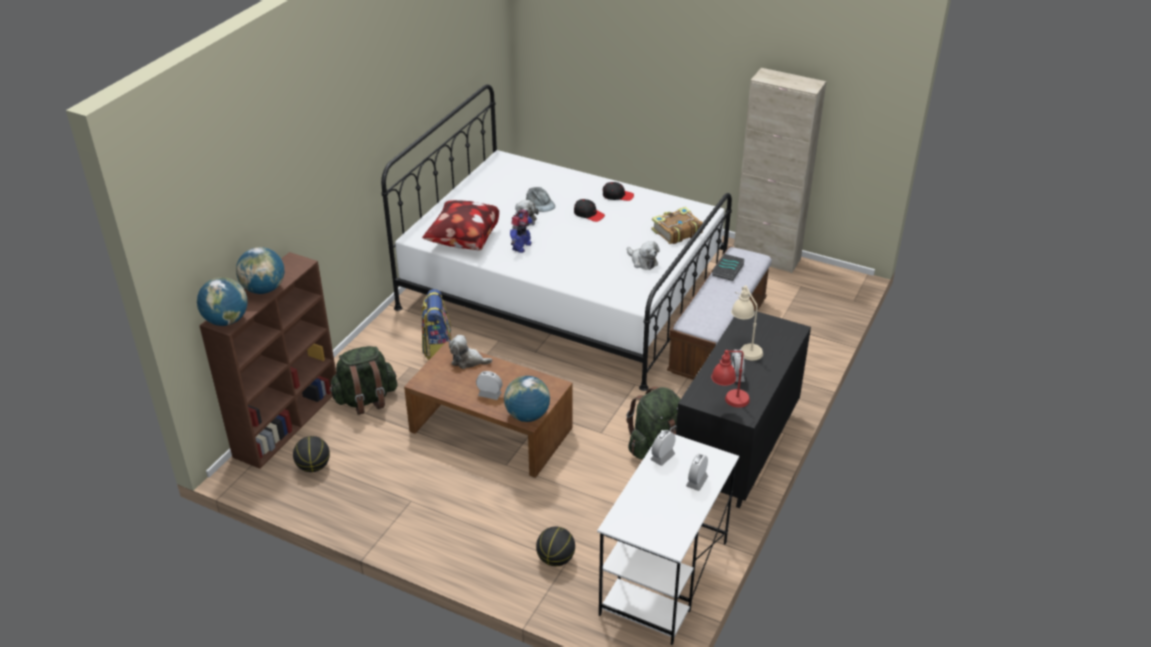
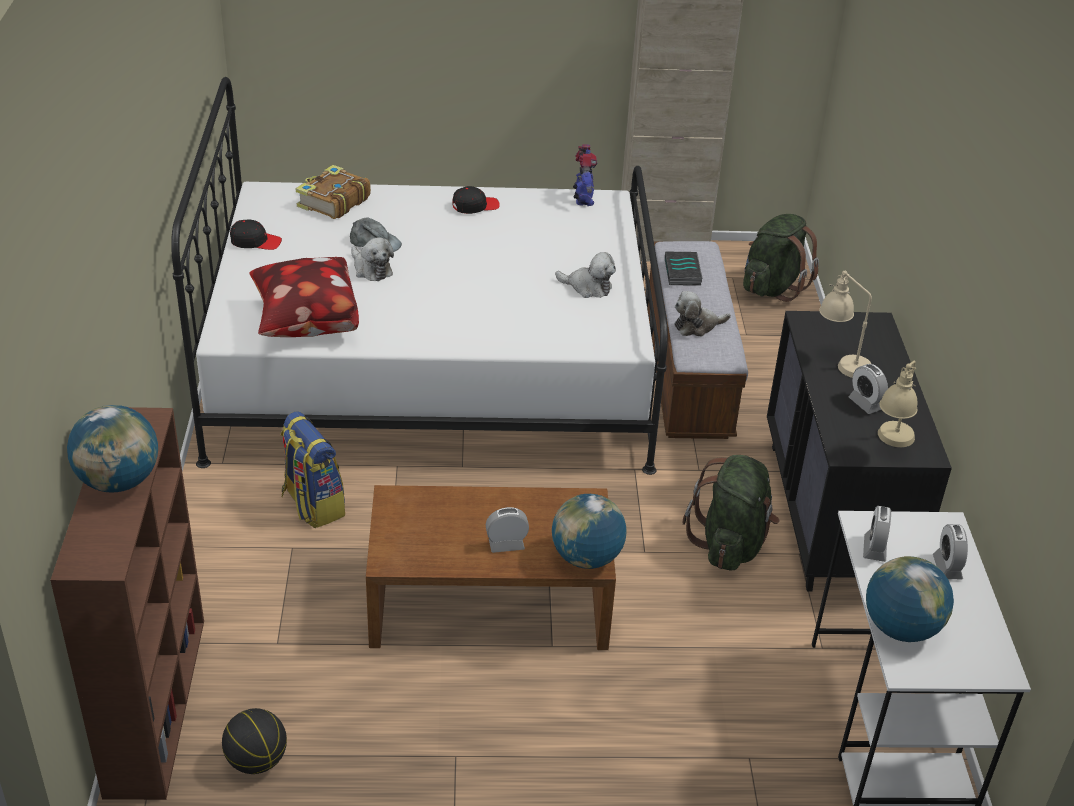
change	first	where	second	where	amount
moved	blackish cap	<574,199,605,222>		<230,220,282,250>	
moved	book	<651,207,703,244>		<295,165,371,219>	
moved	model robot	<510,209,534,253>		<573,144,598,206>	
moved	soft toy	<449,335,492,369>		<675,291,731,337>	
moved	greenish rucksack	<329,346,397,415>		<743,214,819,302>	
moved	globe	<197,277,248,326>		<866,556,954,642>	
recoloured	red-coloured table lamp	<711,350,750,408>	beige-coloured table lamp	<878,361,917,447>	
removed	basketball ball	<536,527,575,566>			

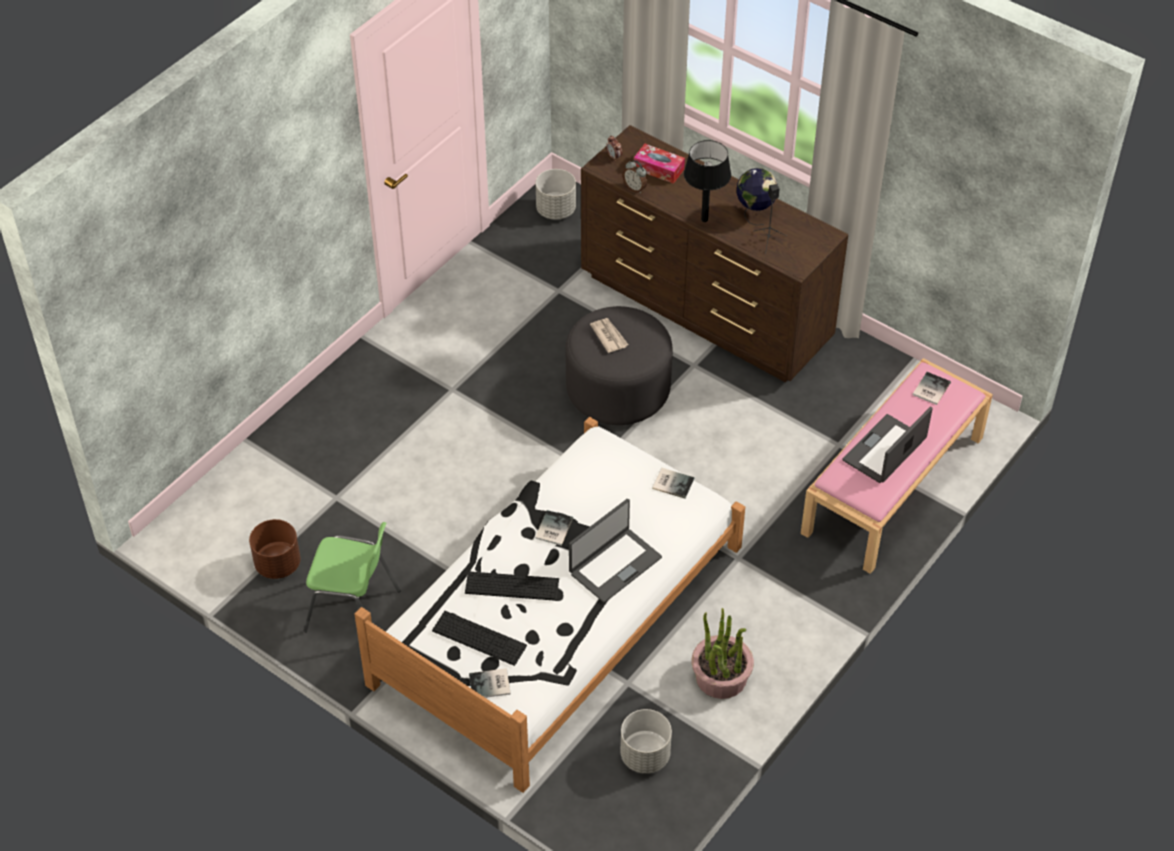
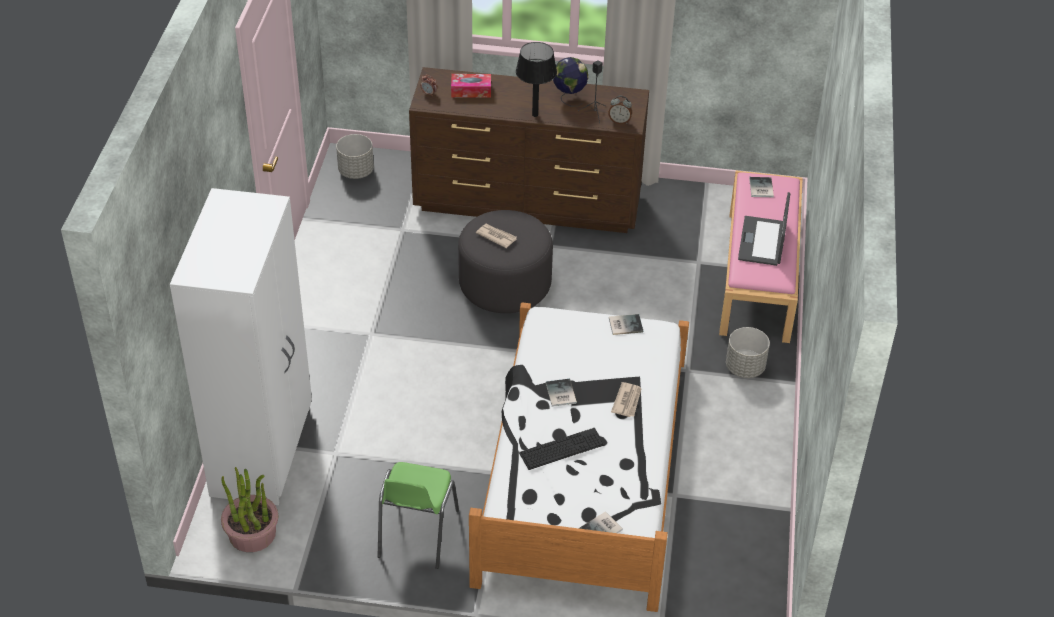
change	first	where	second	where	amount
added			whitish clothes cupboard	<170,188,312,506>	
moved	plant in a pot	<691,608,754,699>		<221,467,278,552>	
turned	greenish plain chair	<304,522,401,633>		<378,462,459,569>	120 degrees clockwise
moved	table clock	<623,160,647,193>		<608,96,632,124>	
replaced	laptop	<569,499,662,603>	daily paper	<611,382,642,417>	
moved	greyish flower pot	<621,709,672,774>		<726,327,770,378>	
removed	brownish flower pot	<249,519,301,579>			
removed	keyboard	<432,611,527,666>			

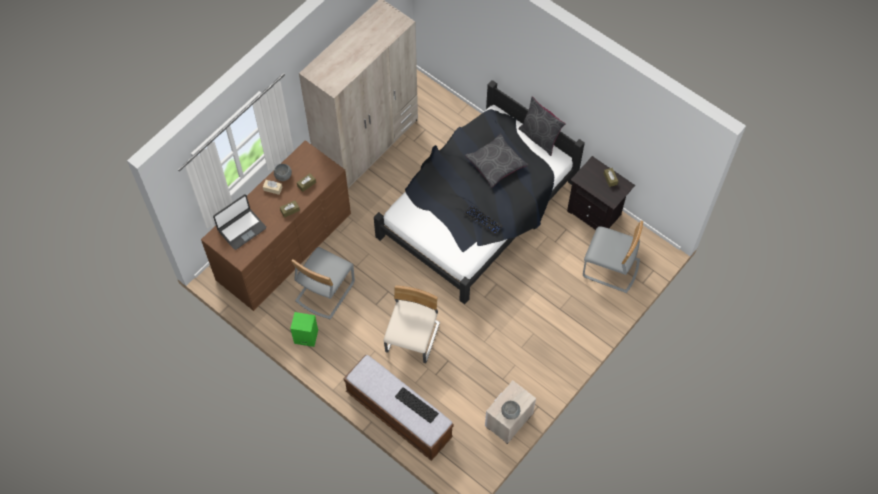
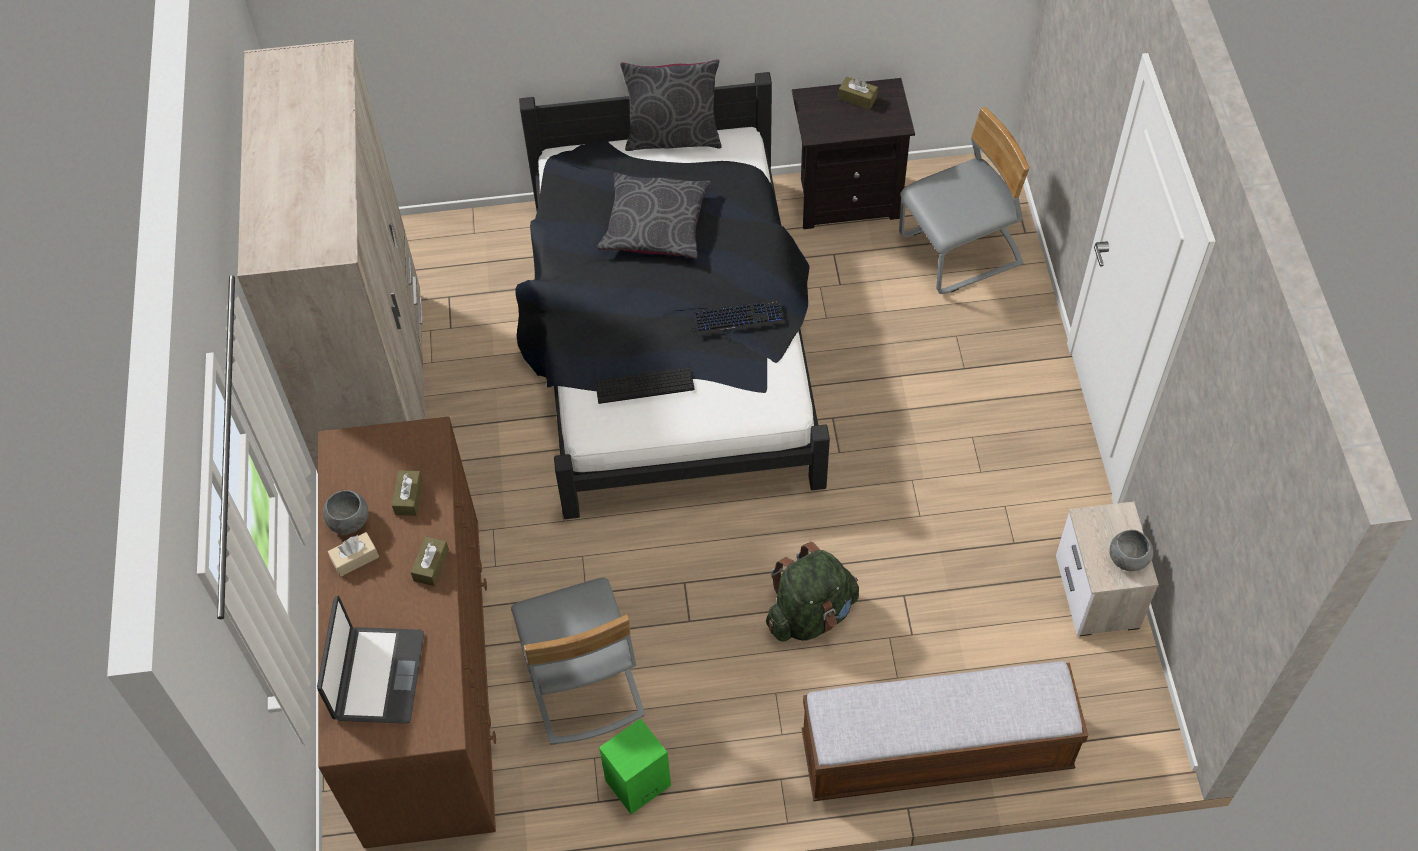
change	first	where	second	where	amount
moved	keyboard	<395,387,439,424>		<595,367,695,404>	
replaced	beige-coloured plain chair	<384,285,440,363>	greenish rucksack	<766,542,859,642>	

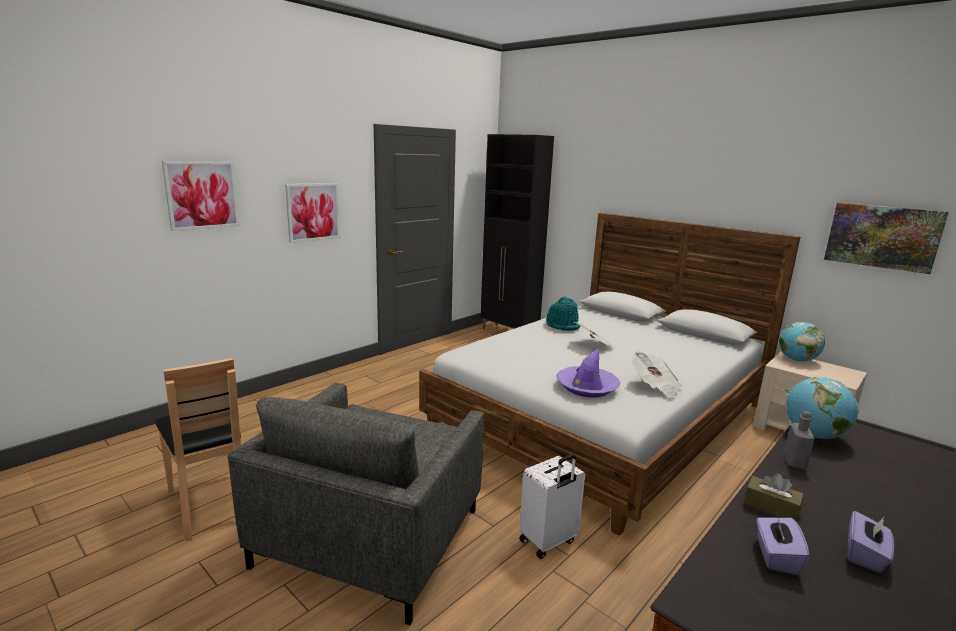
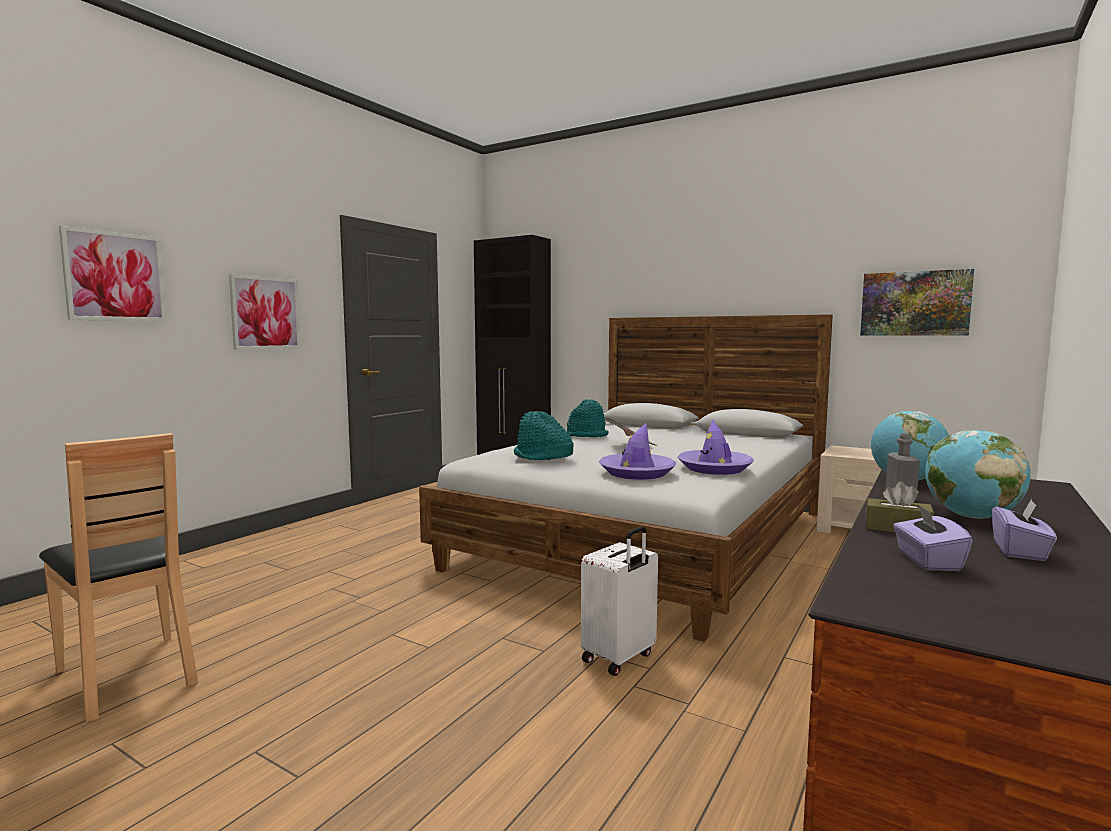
change	first	where	second	where	amount
added			turquoise-coloured wearable hat	<514,411,573,461>	
replaced	daily paper	<632,351,682,398>	purple-coloured wearable hat	<678,419,754,475>	
moved	globe	<779,322,825,362>		<925,430,1030,519>	
removed	greyish lounge chair	<227,383,484,625>			

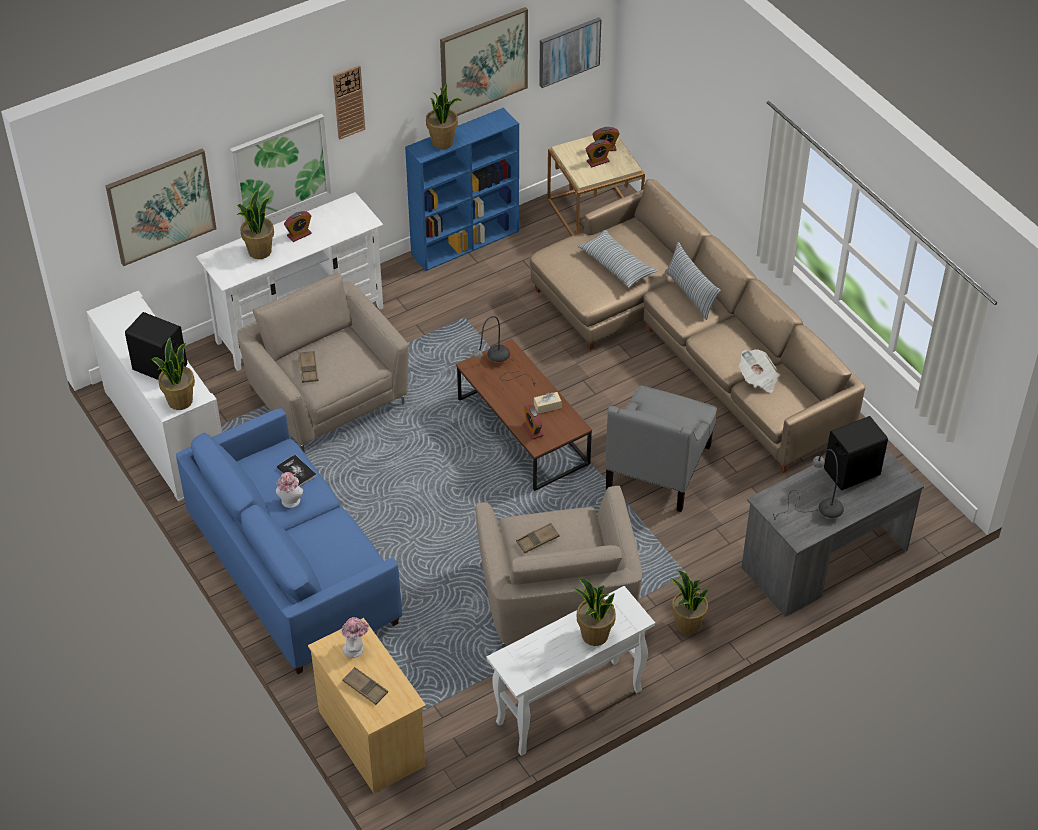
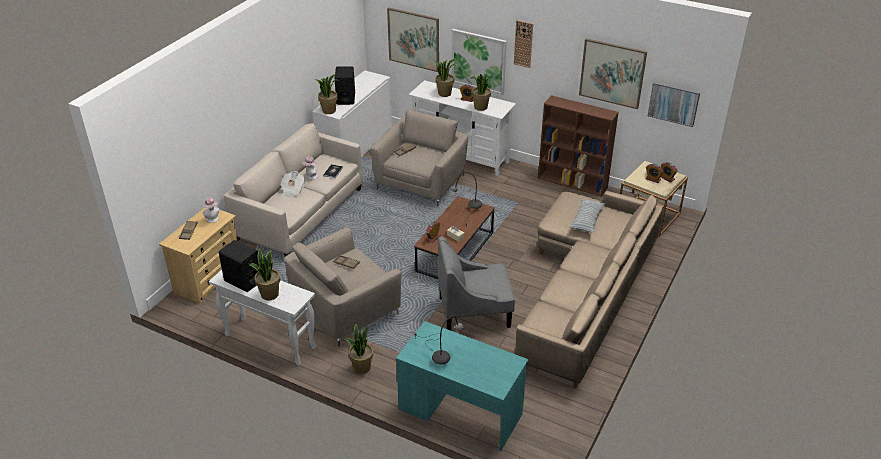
change	first	where	second	where	amount
moved	blackish audio speaker	<824,416,888,490>		<219,240,259,292>	
recoloured	bluish settee	<176,408,402,675>	beige-coloured settee	<224,123,363,257>	
moved	daily paper	<739,349,779,393>		<280,171,305,198>	
recoloured	greyish desk table	<741,449,924,617>	turquoise-coloured desk table	<396,321,529,452>	
moved	plant in a pot	<426,84,462,149>		<470,73,492,111>	
recoloured	bluish bookshelf	<405,108,519,271>	brownish bookshelf	<538,95,619,197>	
removed	throw pillow	<665,242,721,320>			

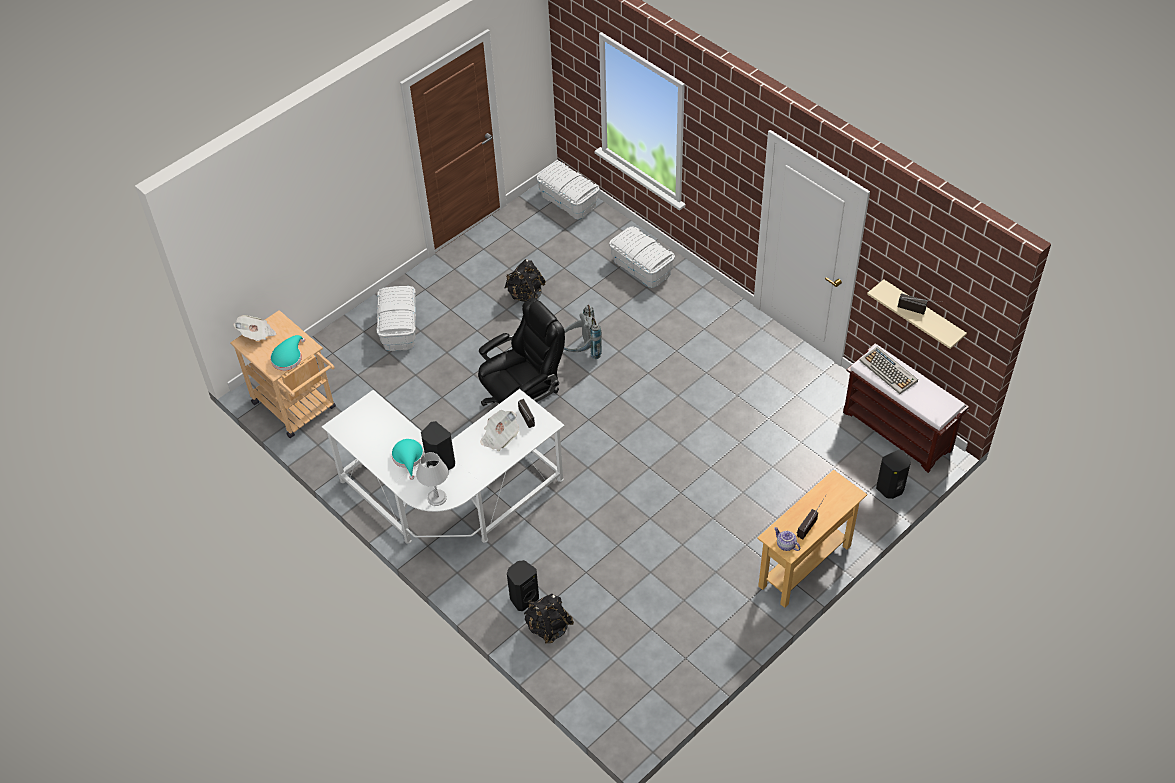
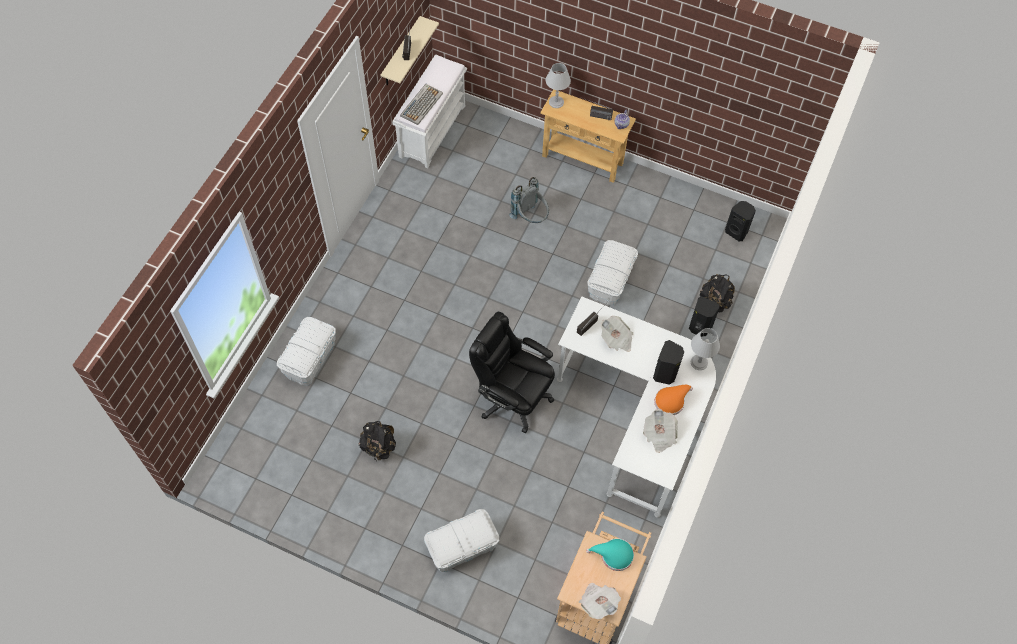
change	first	where	second	where	amount
recoloured	brownish long seat	<843,343,969,473>	whitish long seat	<392,54,467,168>	
moved	greyish rucksack	<564,305,602,359>		<509,177,549,223>	
added			greyish table lamp	<546,63,571,108>	
moved	whitish storage bin	<536,162,600,220>		<587,240,638,305>	
added			daily paper	<643,409,678,453>	
recoloured	turquoise-coloured wearable hat	<391,439,424,480>	orange wearable hat	<654,385,693,415>	
moved	blackish audio speaker	<876,449,911,499>		<725,201,756,242>	

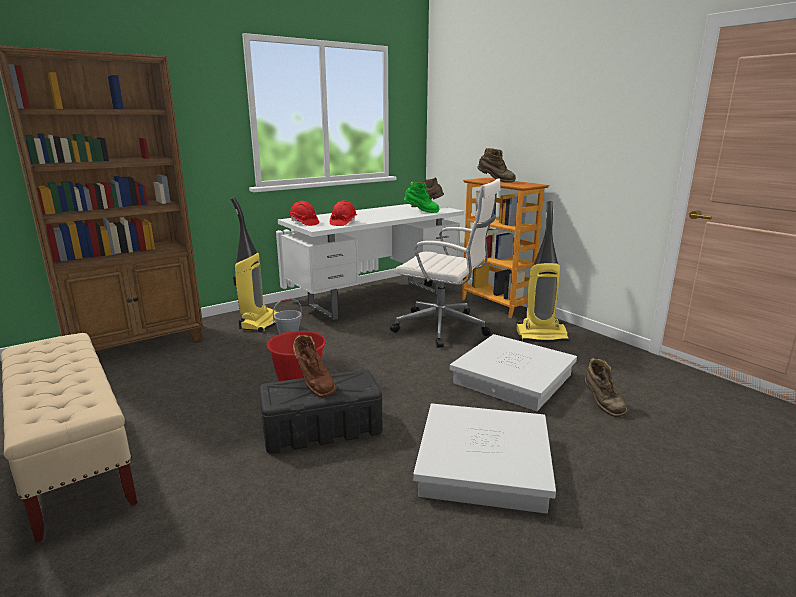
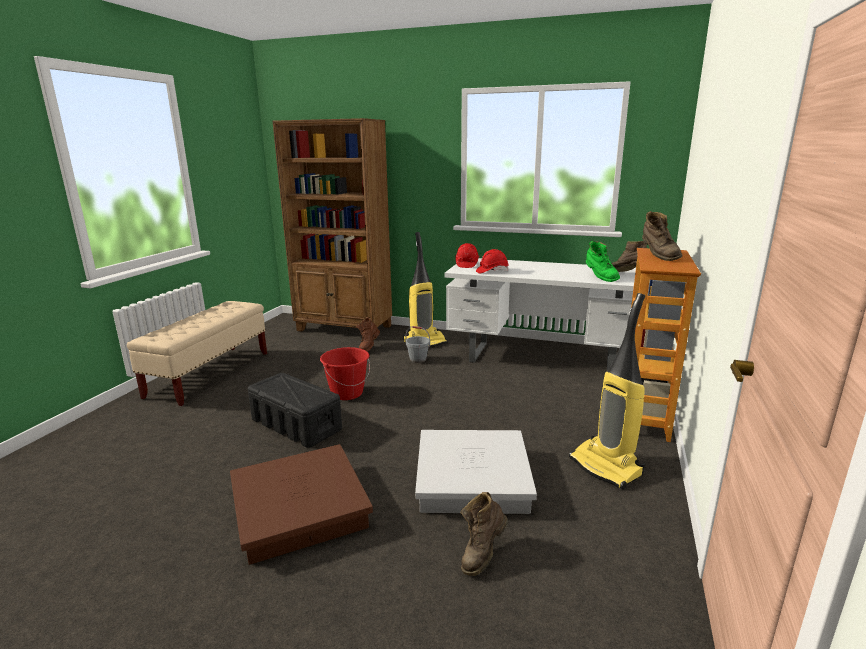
change	first	where	second	where	amount
recoloured	whitish storage bin	<413,403,556,513>	brownish storage bin	<230,444,373,565>	
moved	brownish boot	<293,335,337,398>		<356,317,380,351>	
removed	whitish desk chair	<390,178,501,348>			

